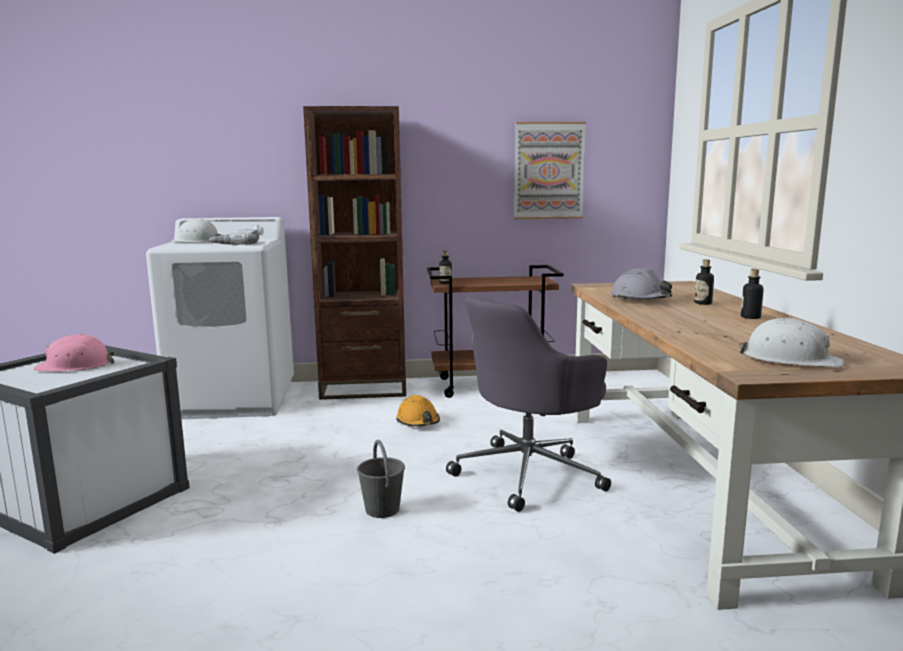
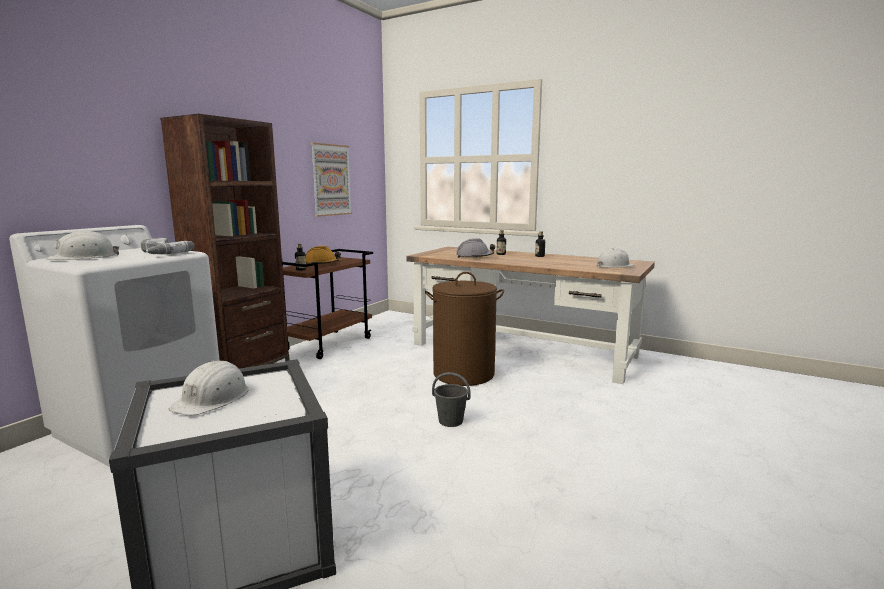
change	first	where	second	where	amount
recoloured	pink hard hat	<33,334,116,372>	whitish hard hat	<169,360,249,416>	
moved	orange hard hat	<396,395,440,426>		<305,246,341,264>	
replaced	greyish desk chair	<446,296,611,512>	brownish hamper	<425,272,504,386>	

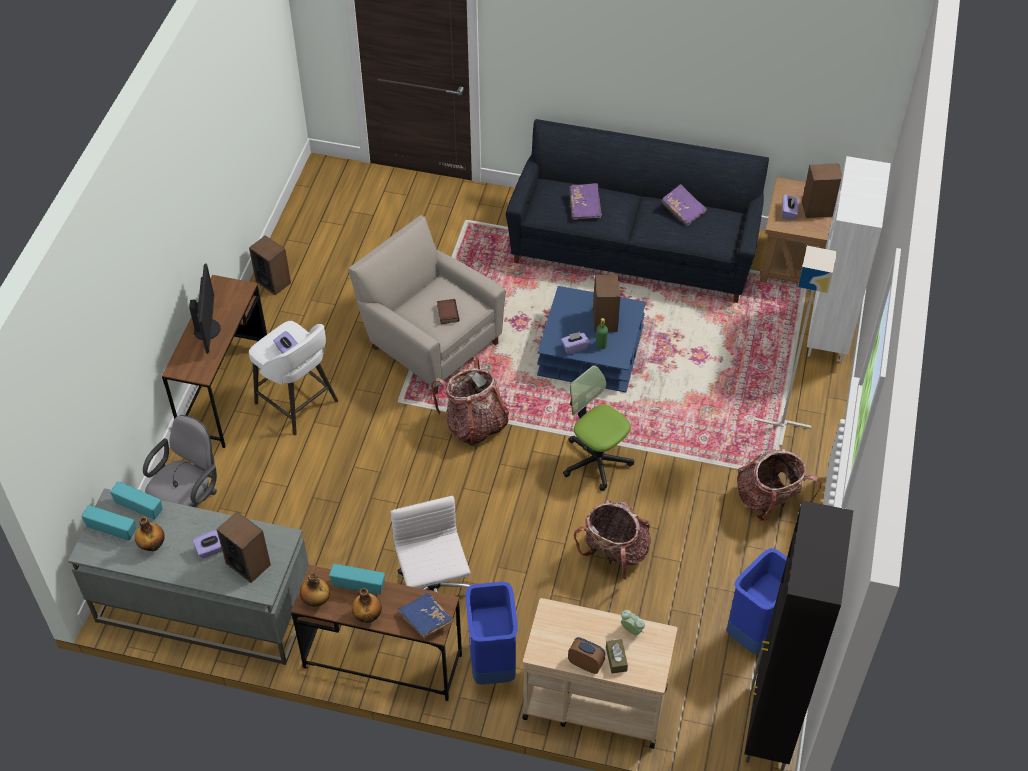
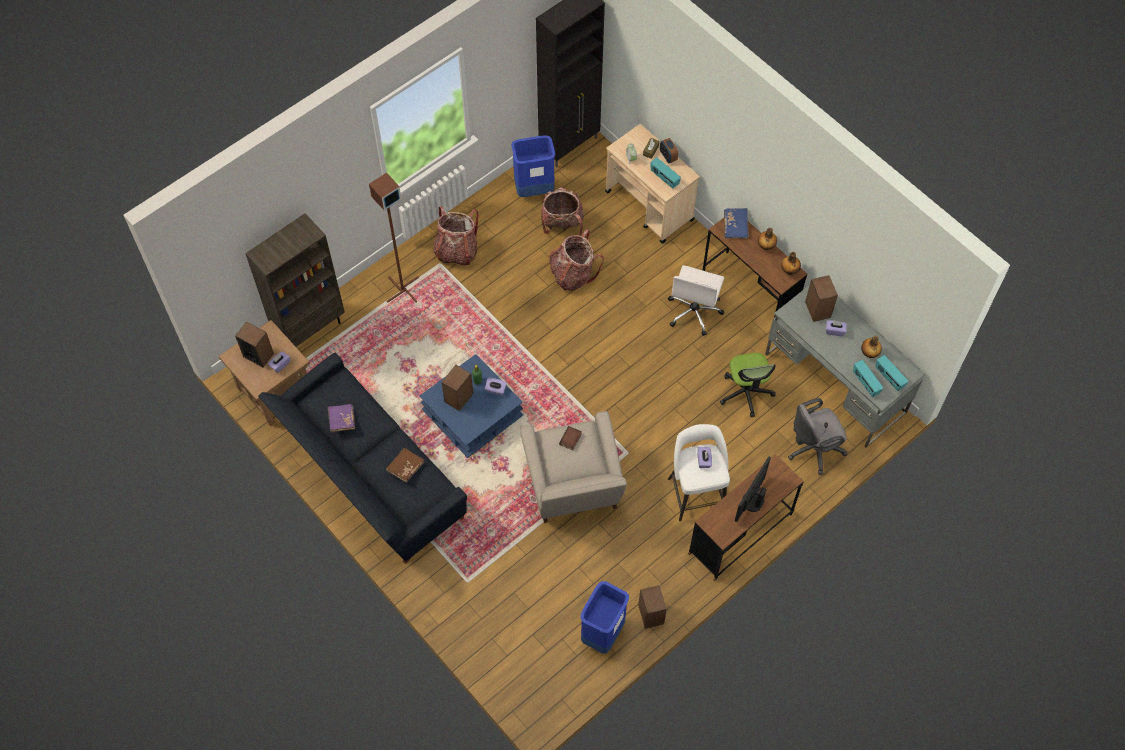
change	first	where	second	where	amount
recoloured	whitish bookshelf	<807,156,891,362>	brownish bookshelf	<245,213,345,347>	
recoloured	greyish floor lamp	<754,246,837,447>	brownish floor lamp	<369,173,419,303>	
recoloured	purple-coloured book	<569,183,602,220>	brownish book	<386,448,424,482>	
moved	rucksack	<431,356,509,446>		<541,187,584,235>	
moved	bluish trash can	<466,582,518,685>		<580,581,629,654>	
moved	radio receiver	<329,564,385,595>		<650,157,681,189>	
moved	desk chair	<563,365,634,491>		<720,353,776,417>	

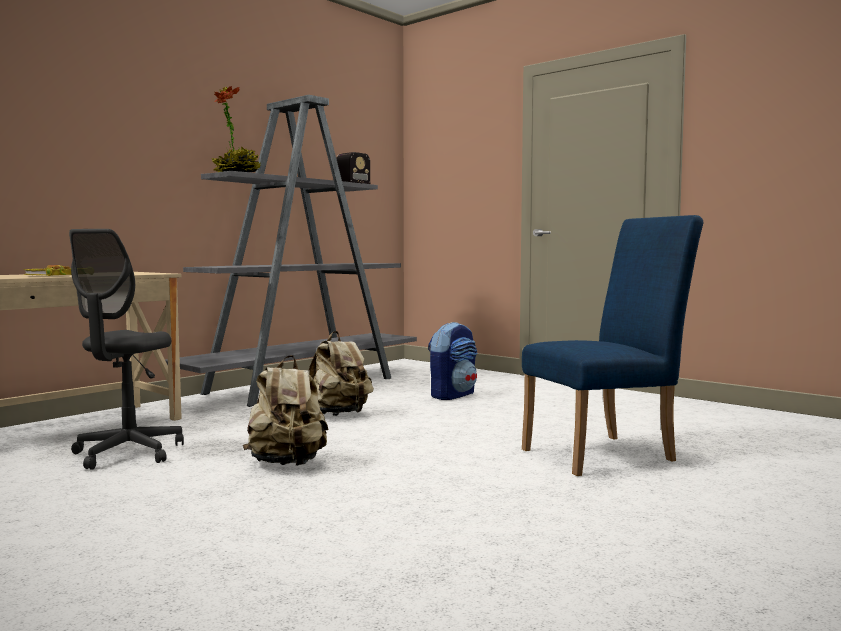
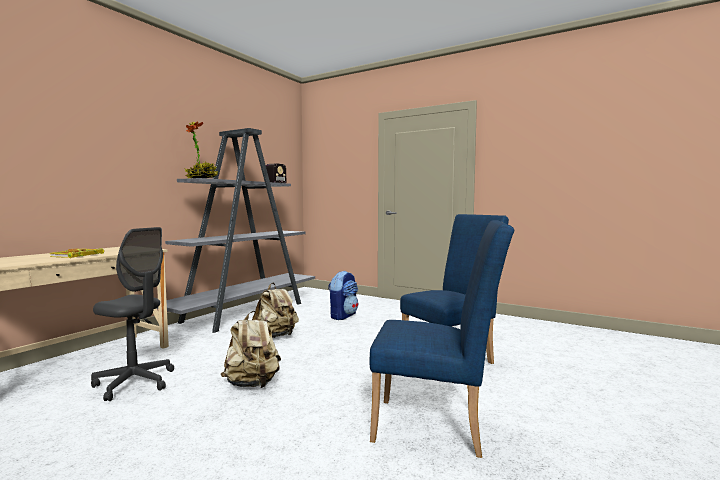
change	first	where	second	where	amount
turned	greyish desk chair	<69,229,184,469>		<91,227,174,401>	75 degrees counterclockwise
added			bluish plain chair	<370,220,514,458>	

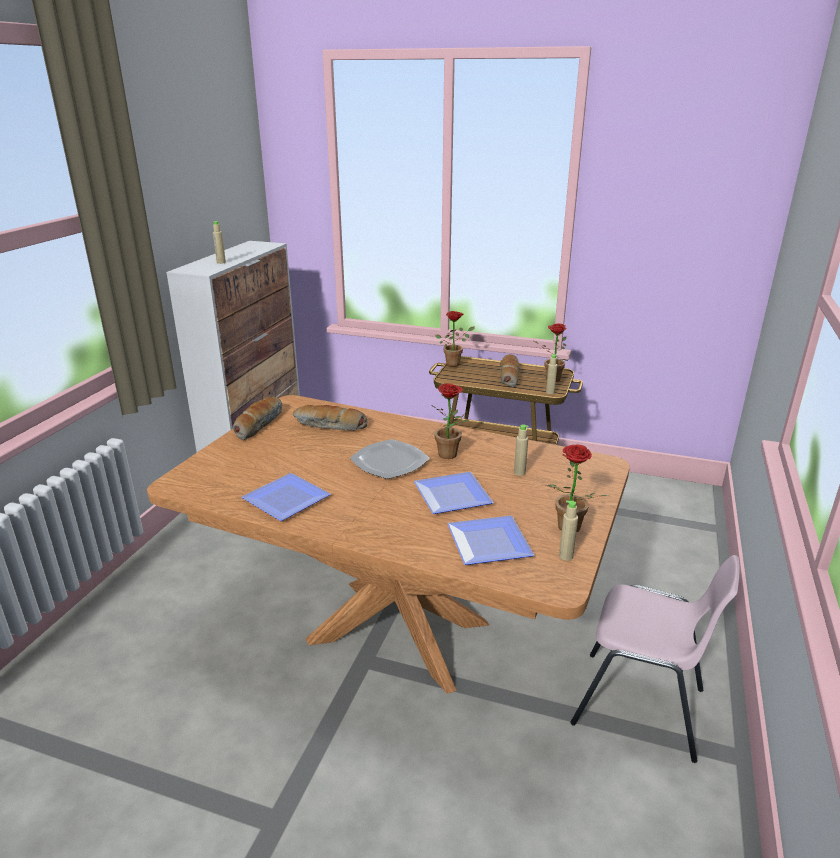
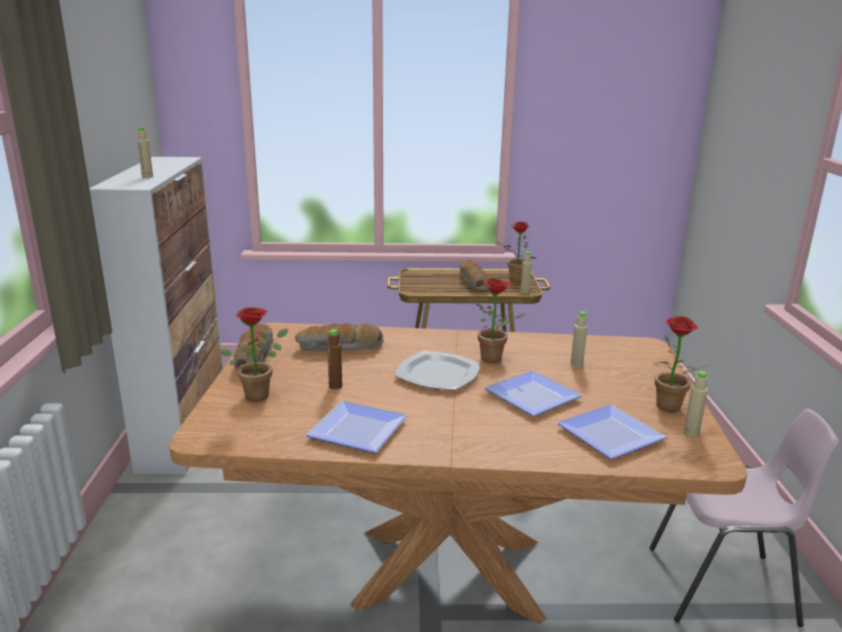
change	first	where	second	where	amount
moved	plant in a pot	<435,311,475,367>		<220,307,288,401>	
added			brownish bottle	<327,329,342,389>	

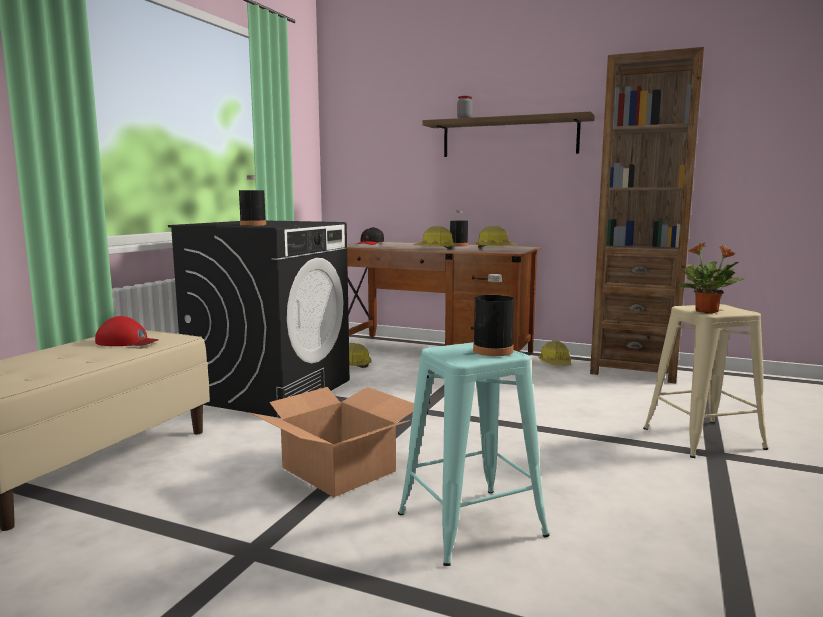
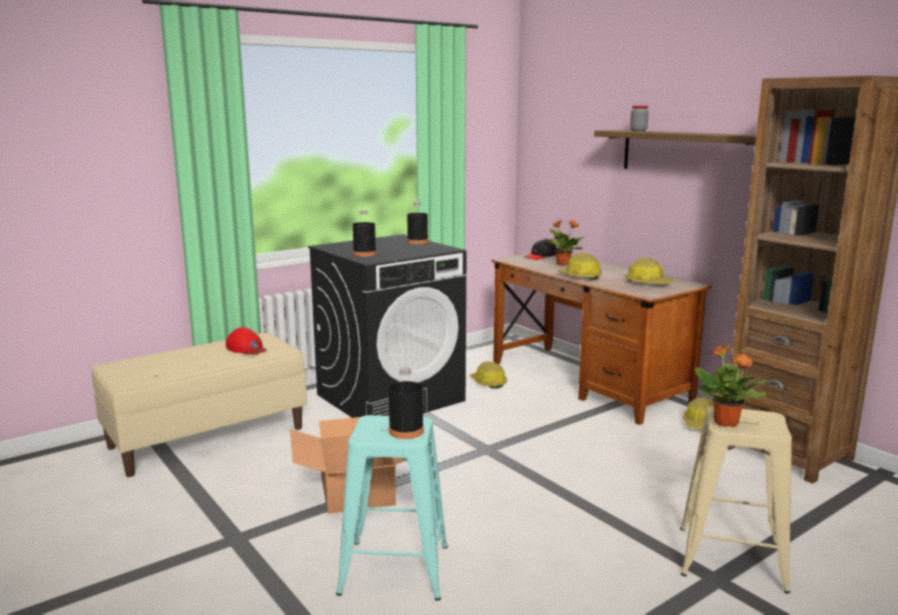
change	first	where	second	where	amount
moved	blackish bottle	<450,210,468,247>		<407,201,428,244>	
added			plant in a pot	<544,220,585,266>	

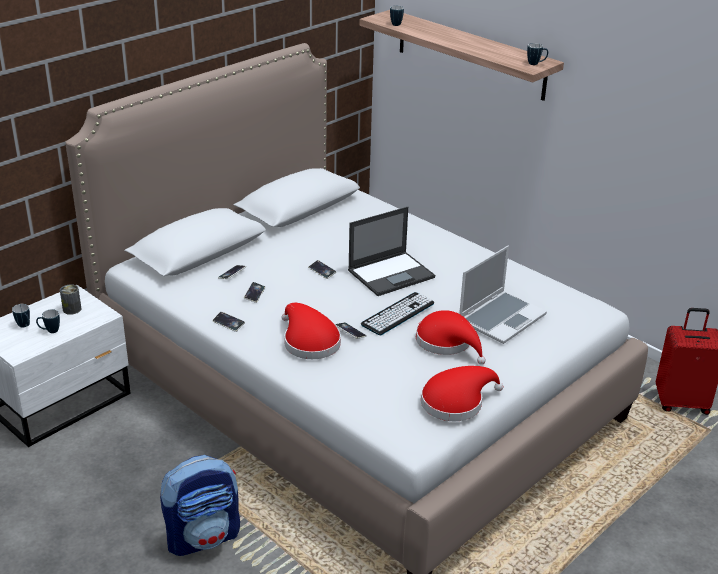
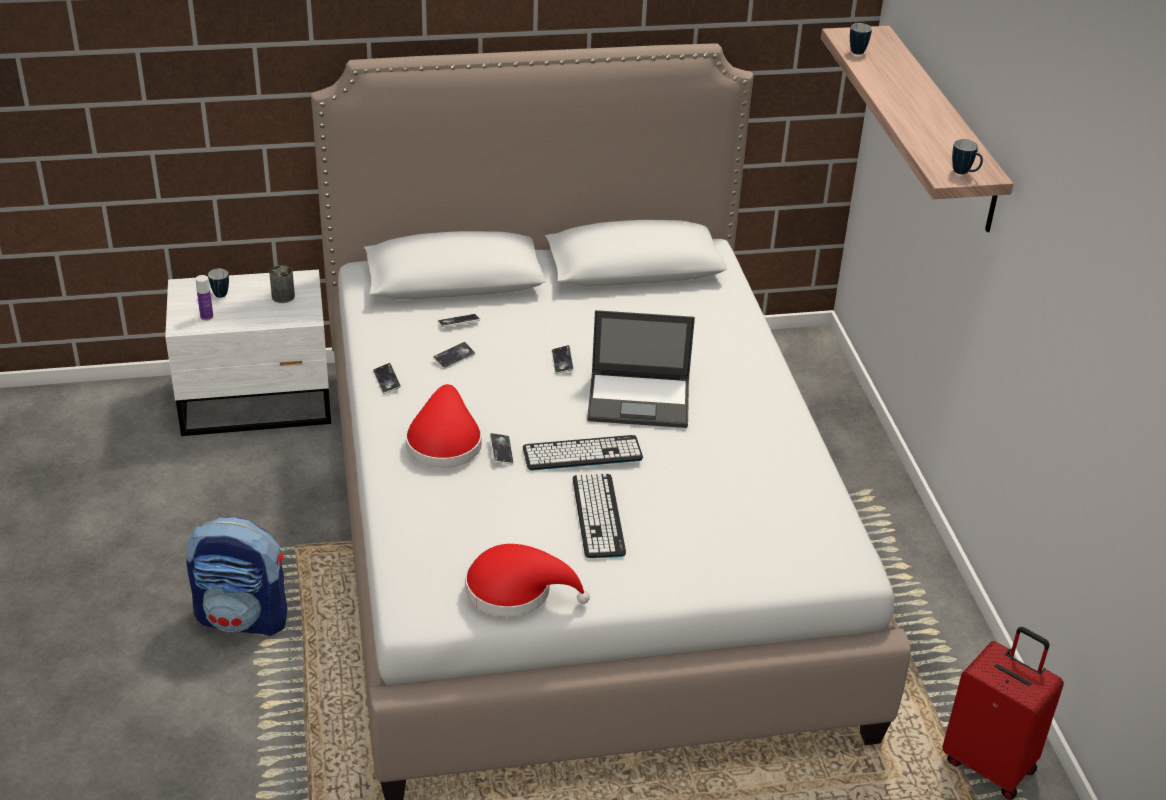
change	first	where	second	where	amount
added			bottle	<196,275,213,321>	
replaced	red-coloured wearable hat	<416,310,486,365>	keyboard	<573,474,626,558>	
removed	mug	<36,309,60,333>			
removed	laptop	<459,245,547,344>			

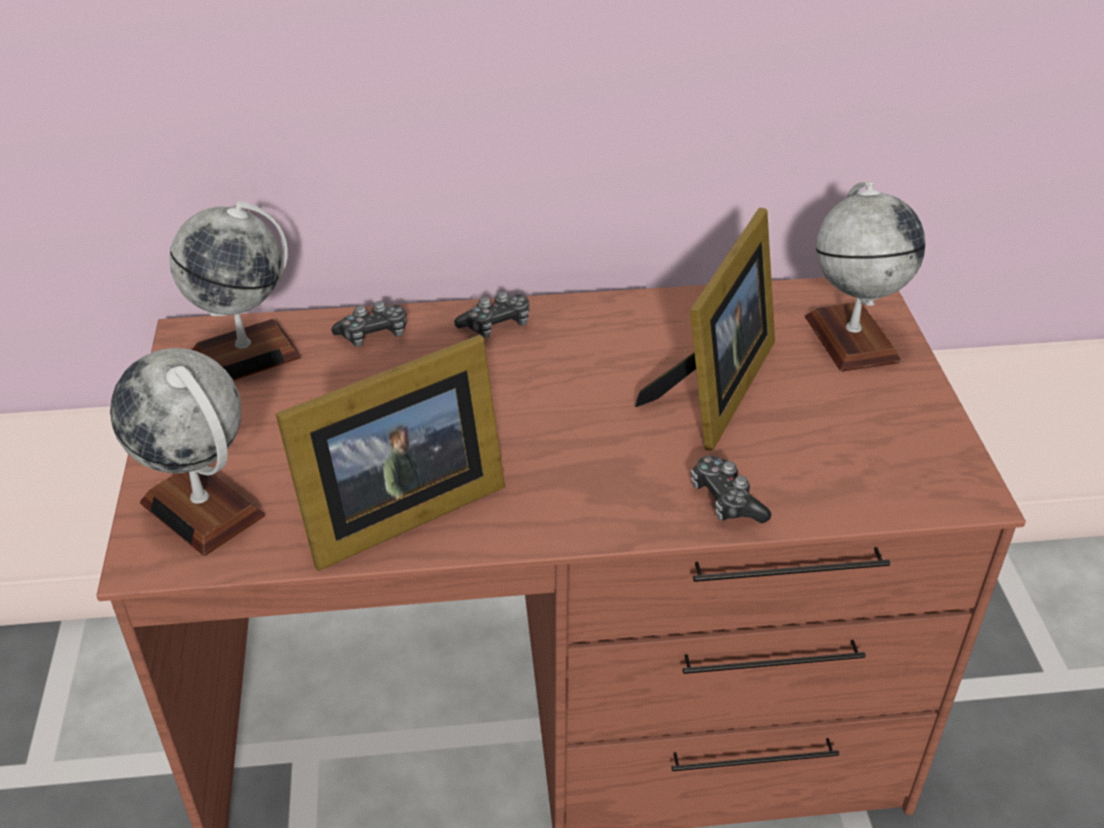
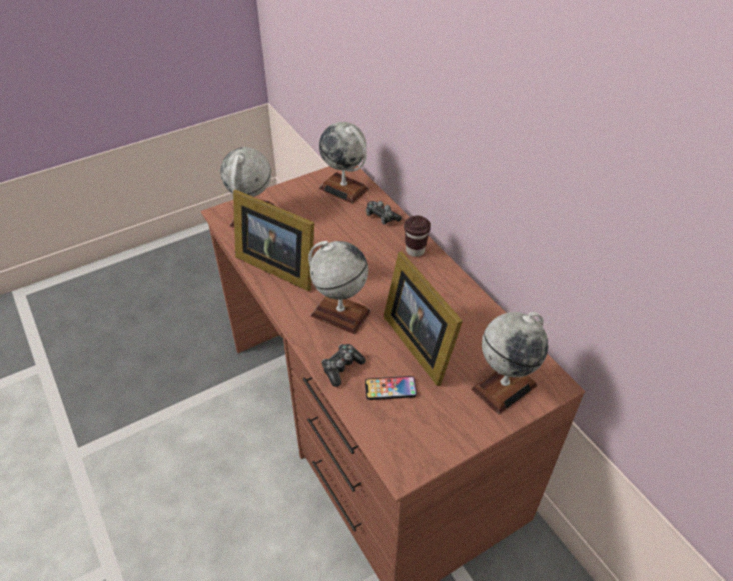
change	first	where	second	where	amount
added			globe	<308,241,371,334>	
added			handset	<365,376,417,400>	
turned	picture frame	<635,208,775,451>		<383,251,463,386>	60 degrees clockwise
replaced	game controller	<454,292,529,338>	brownish cup	<404,215,431,257>	

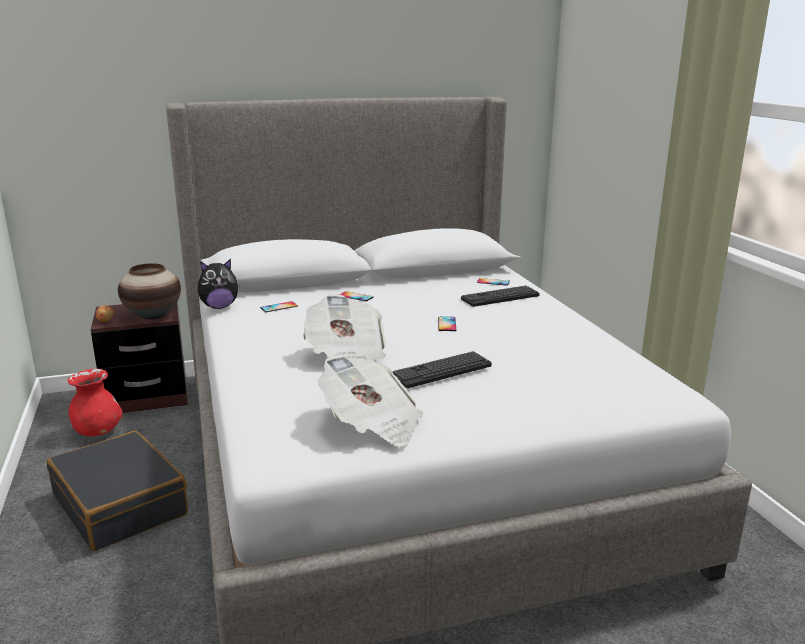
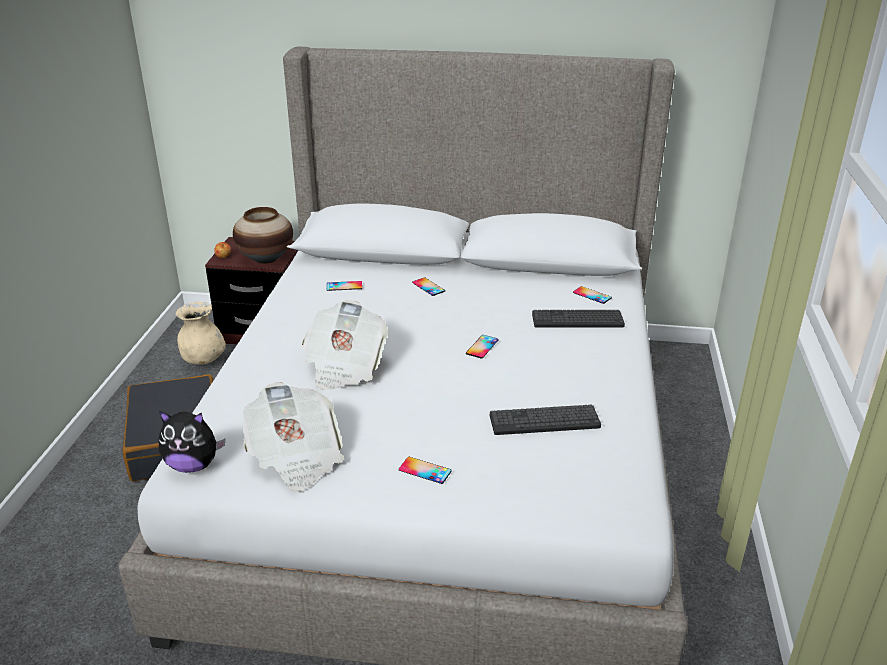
change	first	where	second	where	amount
moved	soft toy	<198,259,240,309>		<159,411,225,473>	
recoloured	red-coloured decorative vase	<68,369,122,436>	beige-coloured decorative vase	<176,302,226,365>	
added			handset	<399,457,452,484>	
moved	keyboard	<393,351,492,388>		<490,405,601,435>	

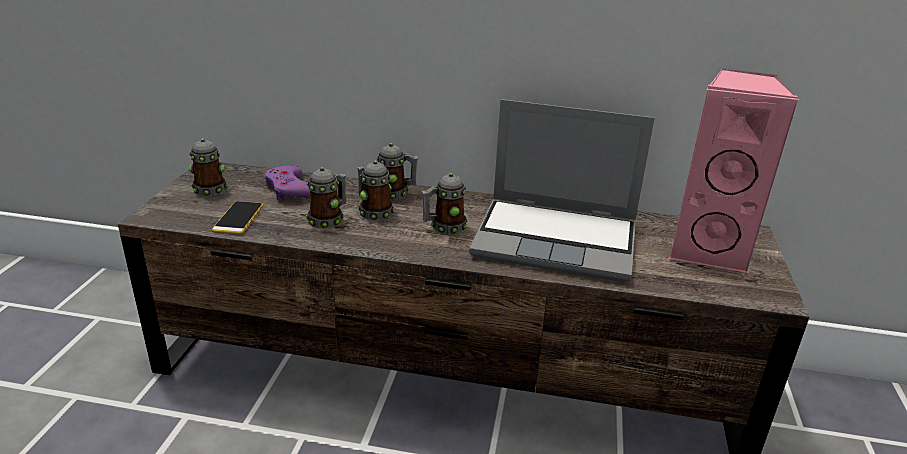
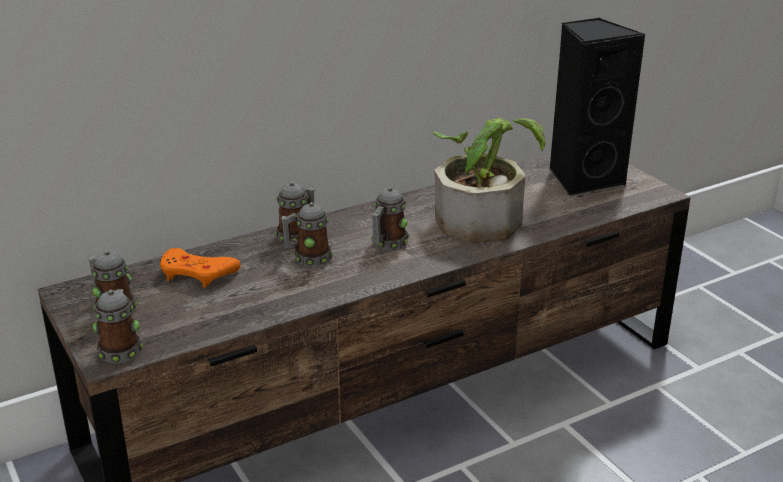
change	first	where	second	where	amount
moved	mug	<306,167,347,229>		<93,289,143,363>	
recoloured	purple-coloured game controller	<264,165,310,200>	orange game controller	<160,248,240,288>	
replaced	laptop	<469,99,655,282>	plant in a pot	<433,118,545,242>	
recoloured	pink audio speaker	<669,69,799,275>	blackish audio speaker	<549,18,645,196>	
removed	handset	<212,201,263,234>			

